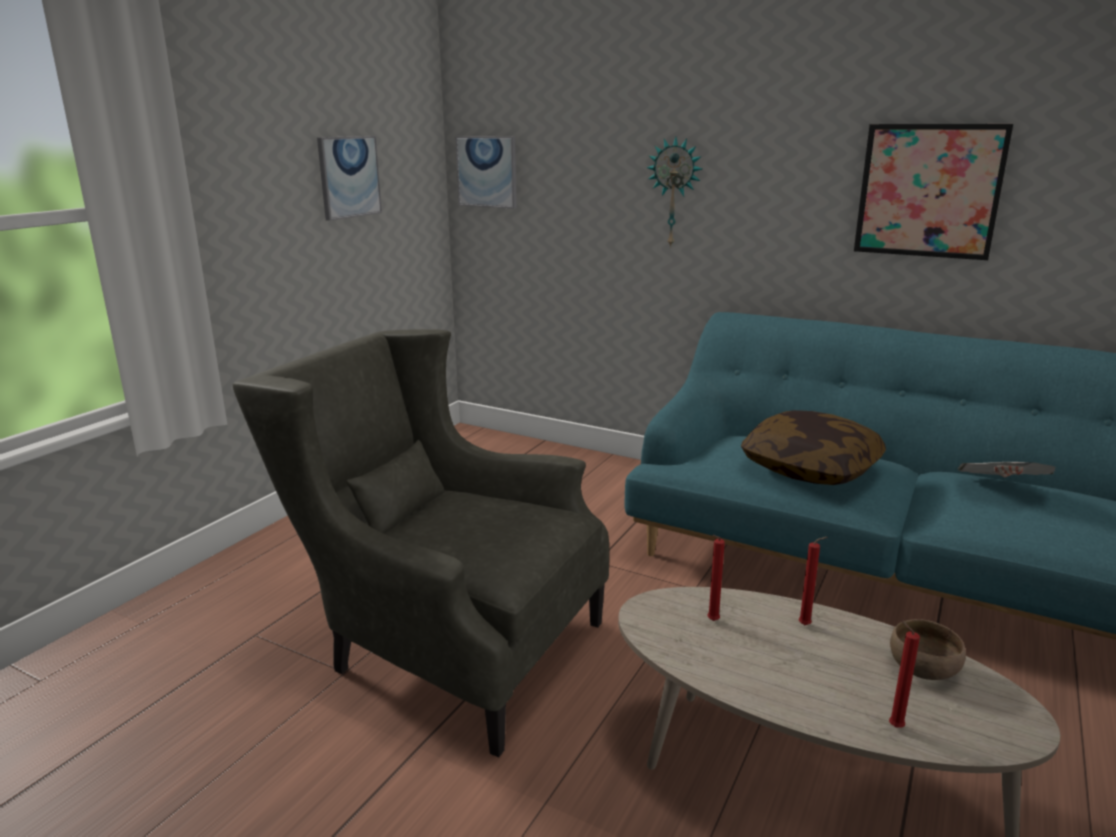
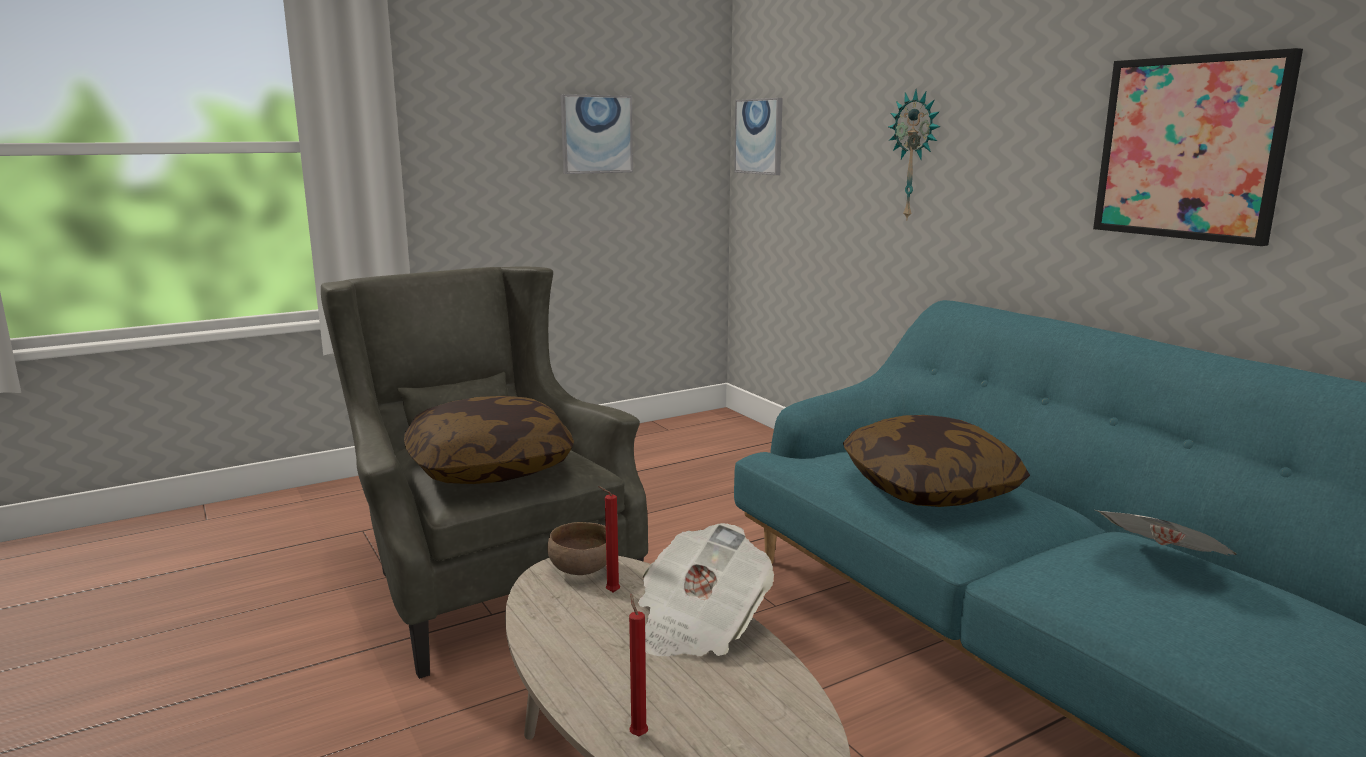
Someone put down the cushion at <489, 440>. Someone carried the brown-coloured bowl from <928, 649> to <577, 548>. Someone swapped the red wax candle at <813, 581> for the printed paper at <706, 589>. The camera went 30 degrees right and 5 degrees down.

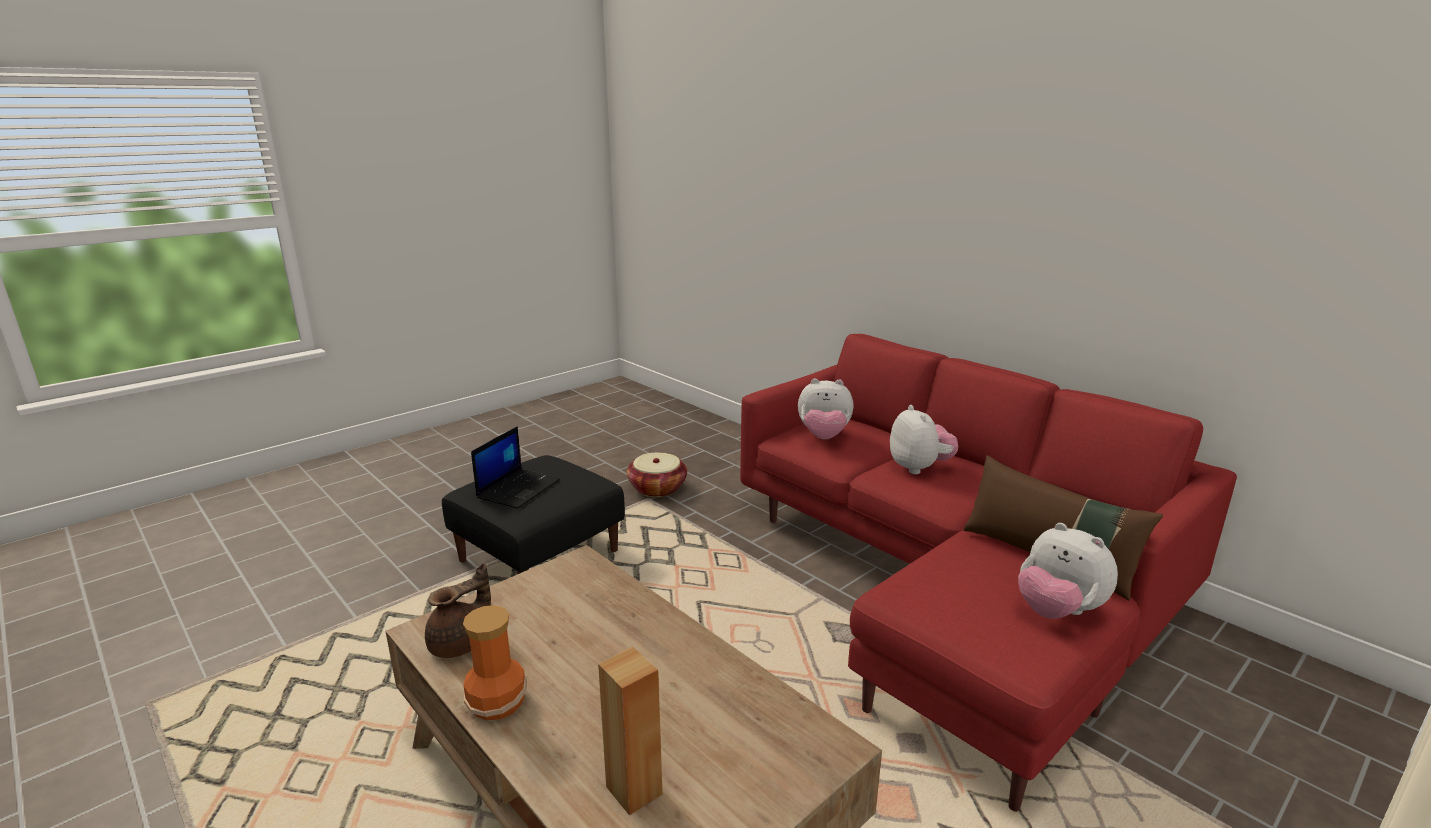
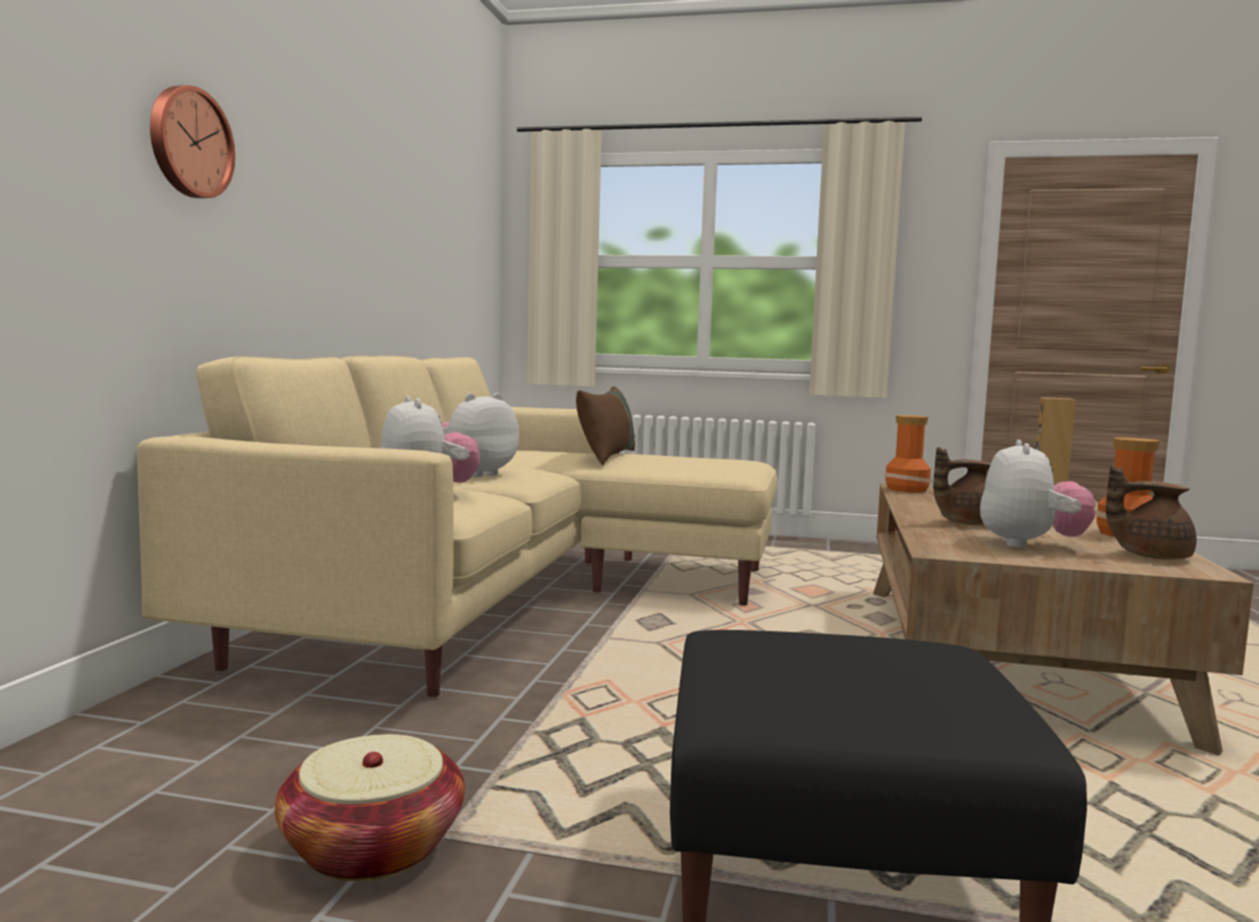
Someone repainted the red couch at <988, 573>, which became the sand-coloured couch at <457, 526>. Someone put up the clock on the wall at <192, 141>. Someone put down the flower vase at <908, 454>. Someone put down the brown-coloured tea pot at <962, 486>. Someone carried the soft toy from <1068, 571> to <1037, 494>. Someone took away the notebook computer at <515, 467>. The camera went 125 degrees left and 15 degrees down.

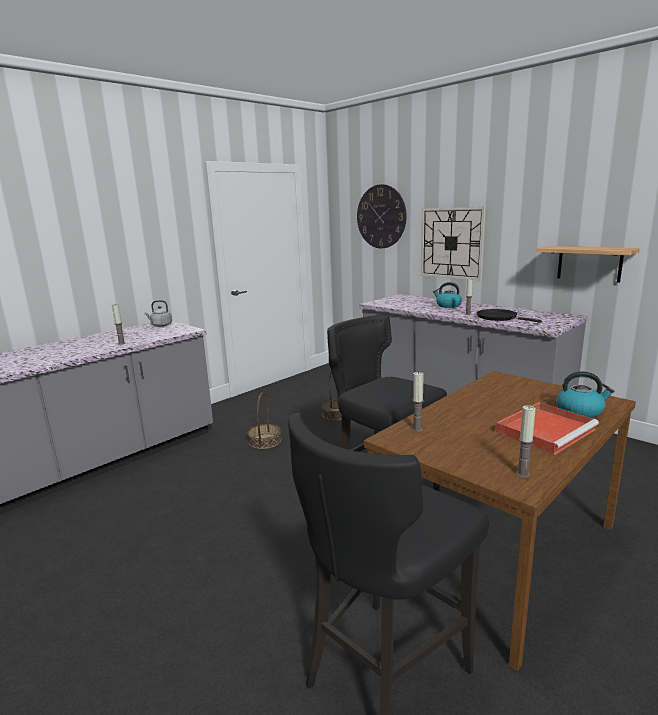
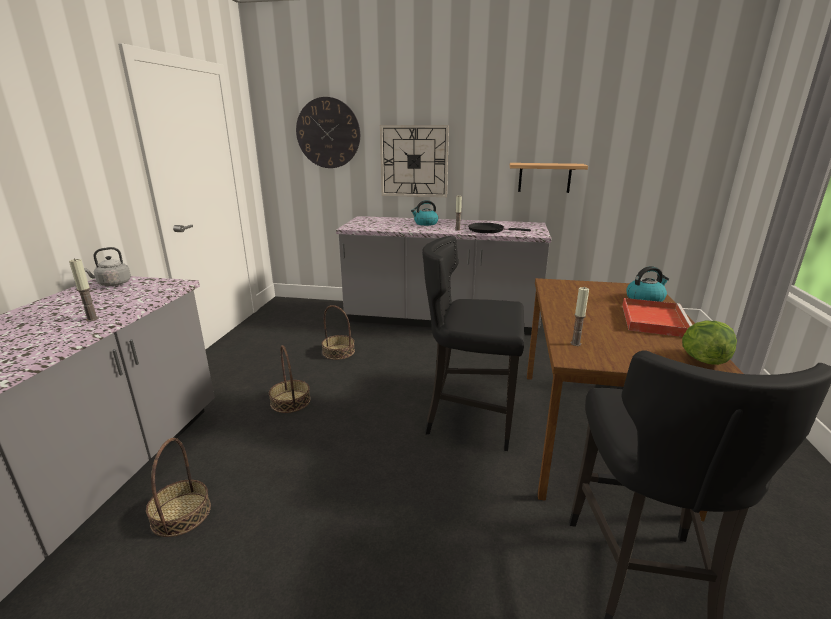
Someone put down the storage basket at <178, 487>. Someone swapped the wax candle at <526, 442> for the lettuce at <709, 343>. The camera went 35 degrees left and 5 degrees up.

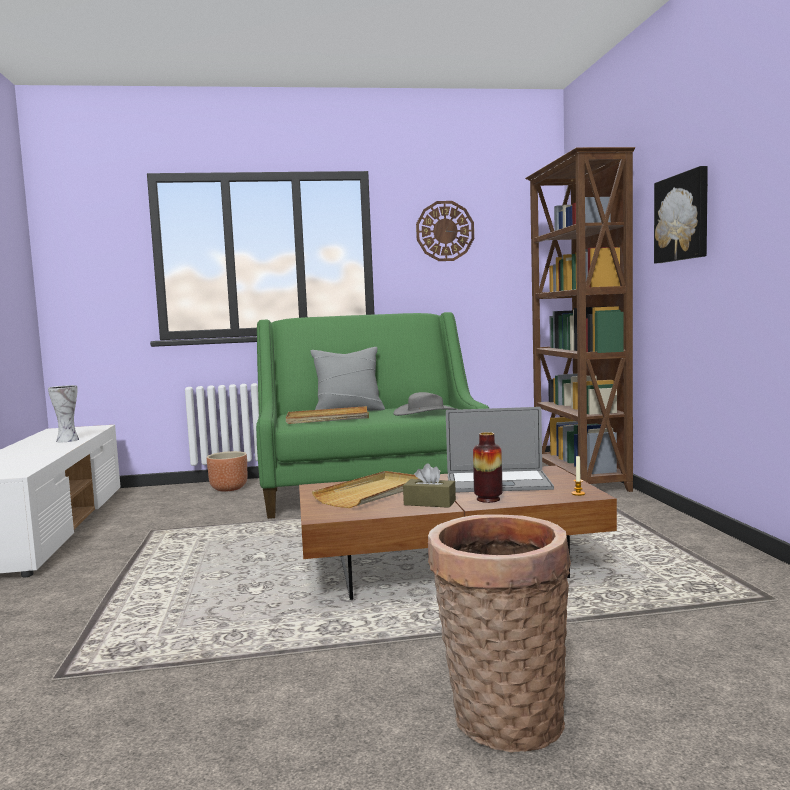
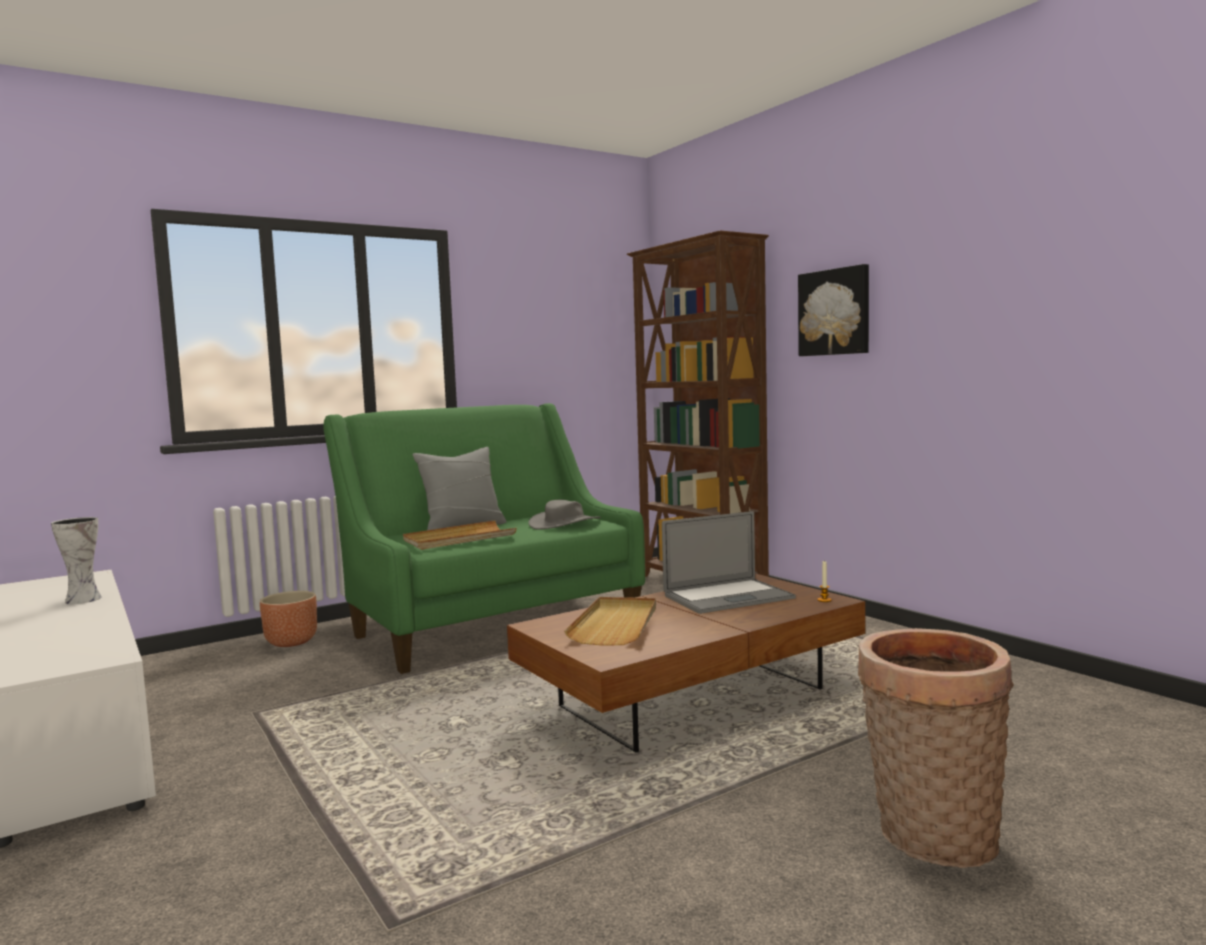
Someone took away the brown-coloured box of tissues at <429, 486>. Someone took away the clock on the wall at <445, 231>. Someone took away the flower vase at <487, 467>. The camera went 25 degrees left and 0 degrees up.

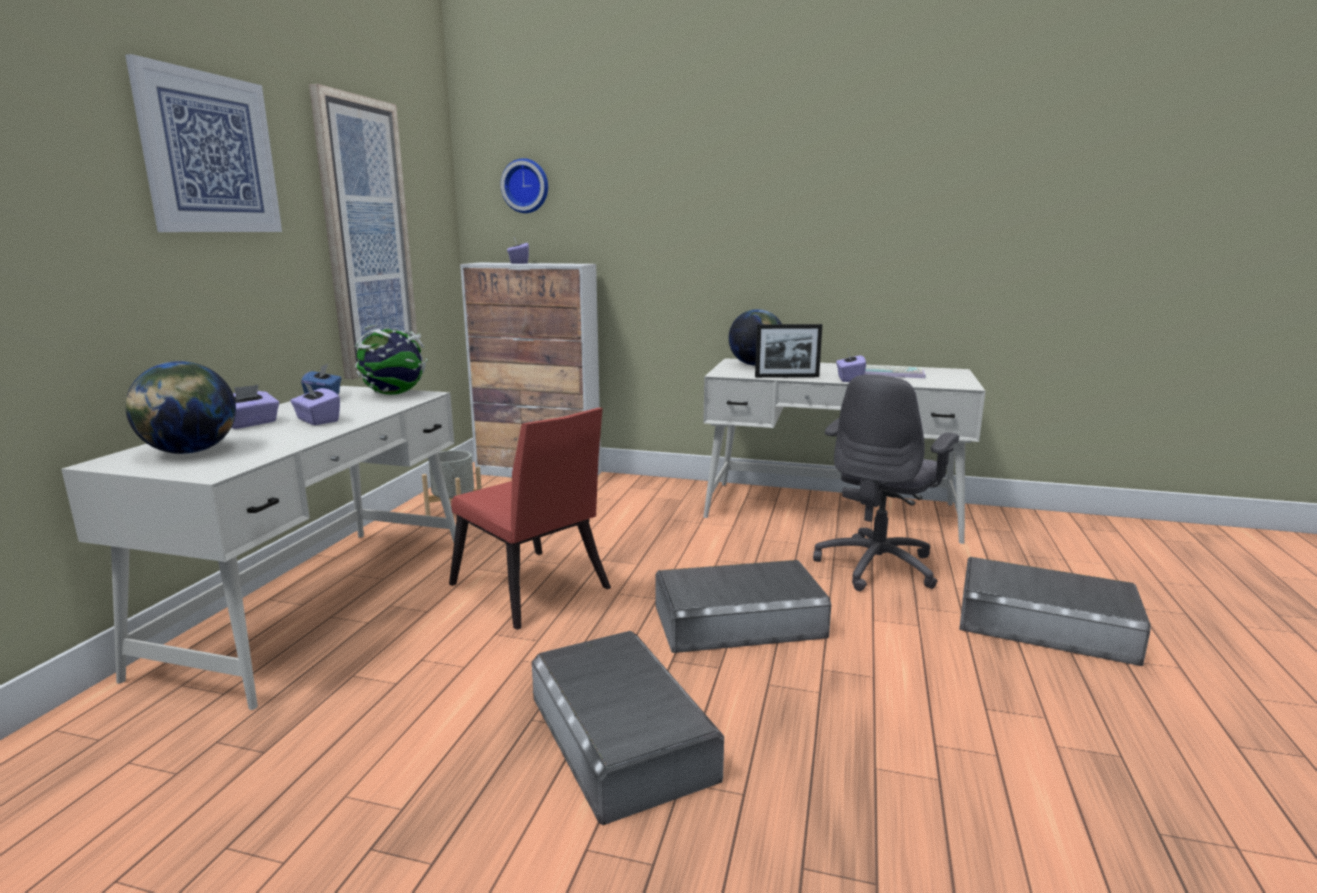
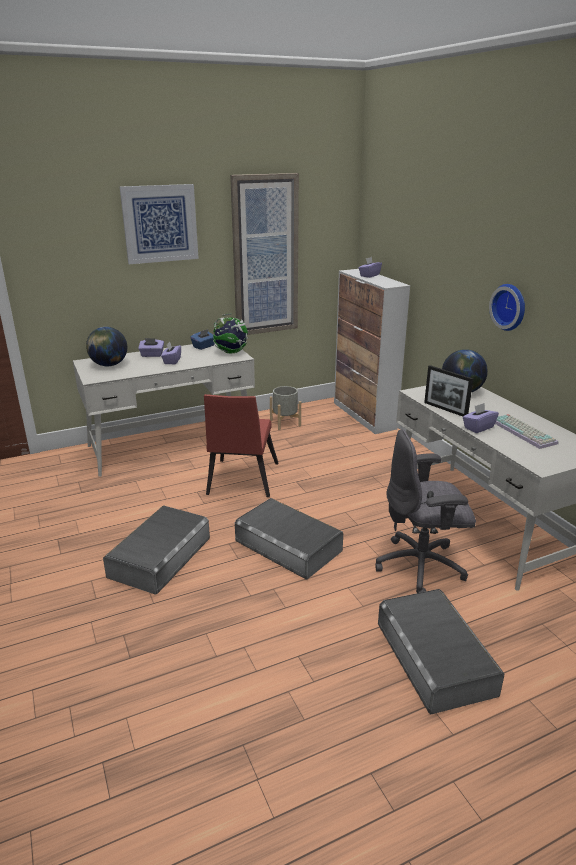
Someone carried the clock on the wall from <524, 185> to <507, 307>. The camera went 50 degrees right and 10 degrees up.

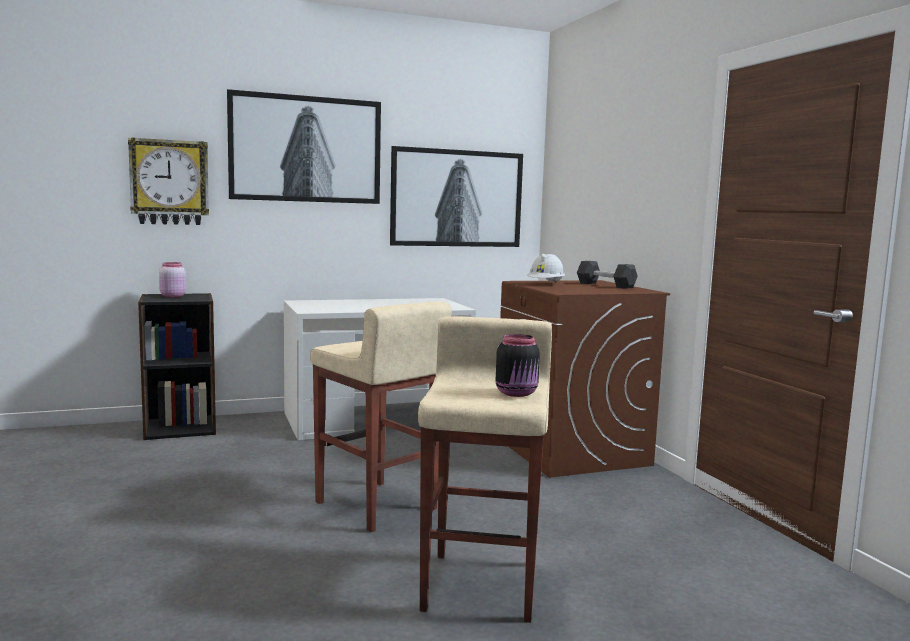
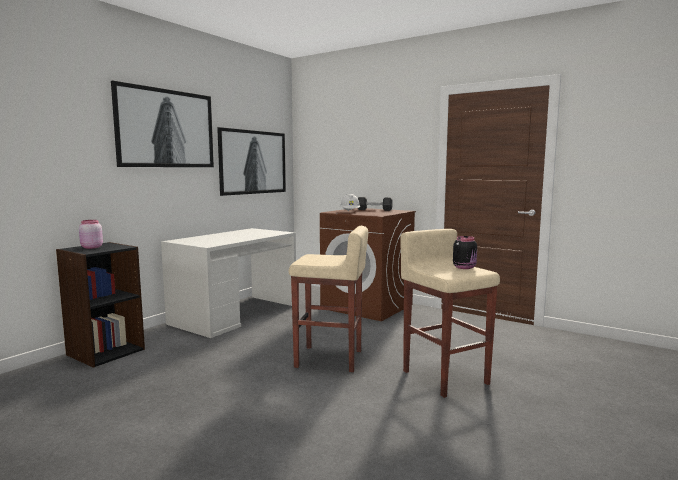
Someone took away the clock on the wall at <168, 181>. The camera went 35 degrees left and 0 degrees up.

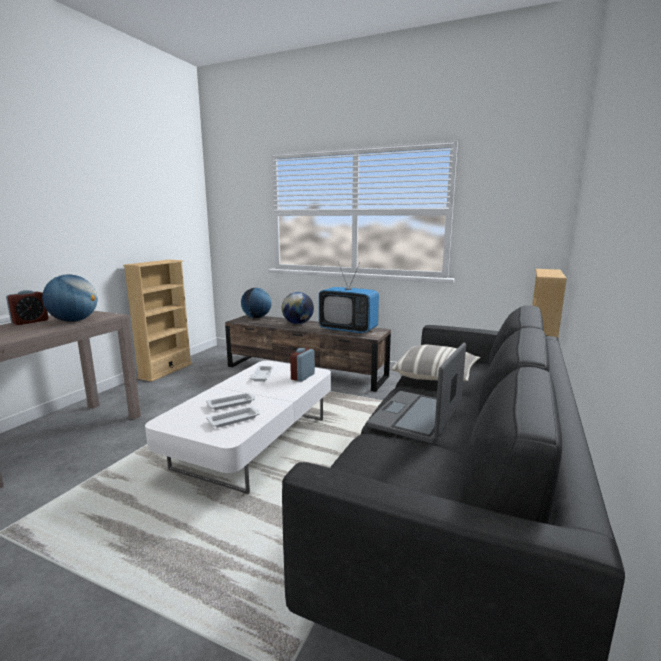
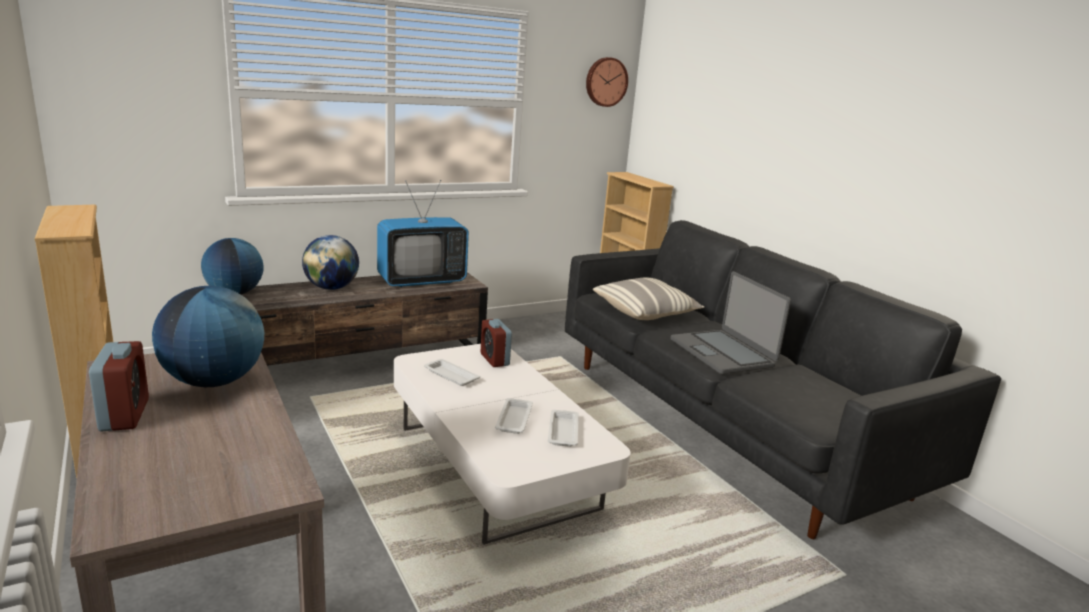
Someone put up the clock on the wall at <607, 82>. The camera went 55 degrees left and 5 degrees up.

